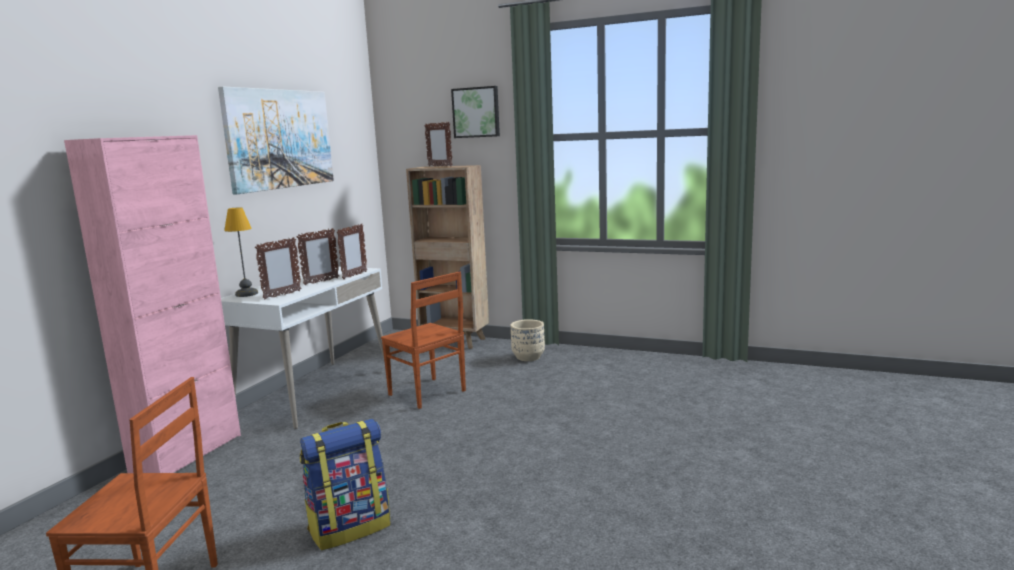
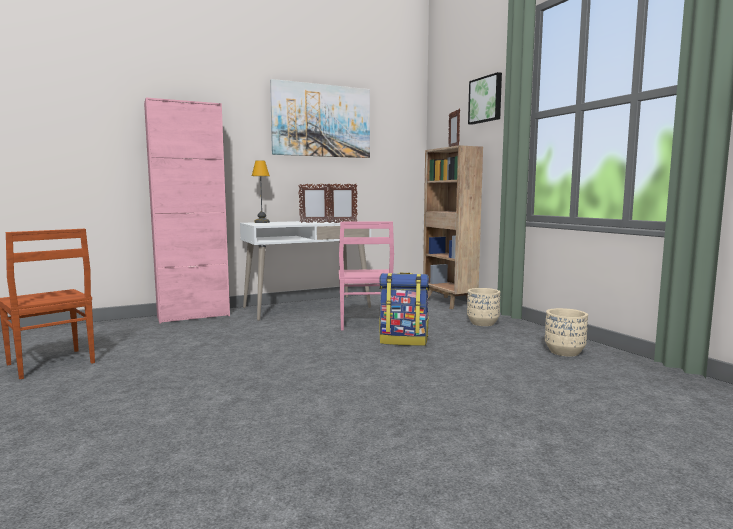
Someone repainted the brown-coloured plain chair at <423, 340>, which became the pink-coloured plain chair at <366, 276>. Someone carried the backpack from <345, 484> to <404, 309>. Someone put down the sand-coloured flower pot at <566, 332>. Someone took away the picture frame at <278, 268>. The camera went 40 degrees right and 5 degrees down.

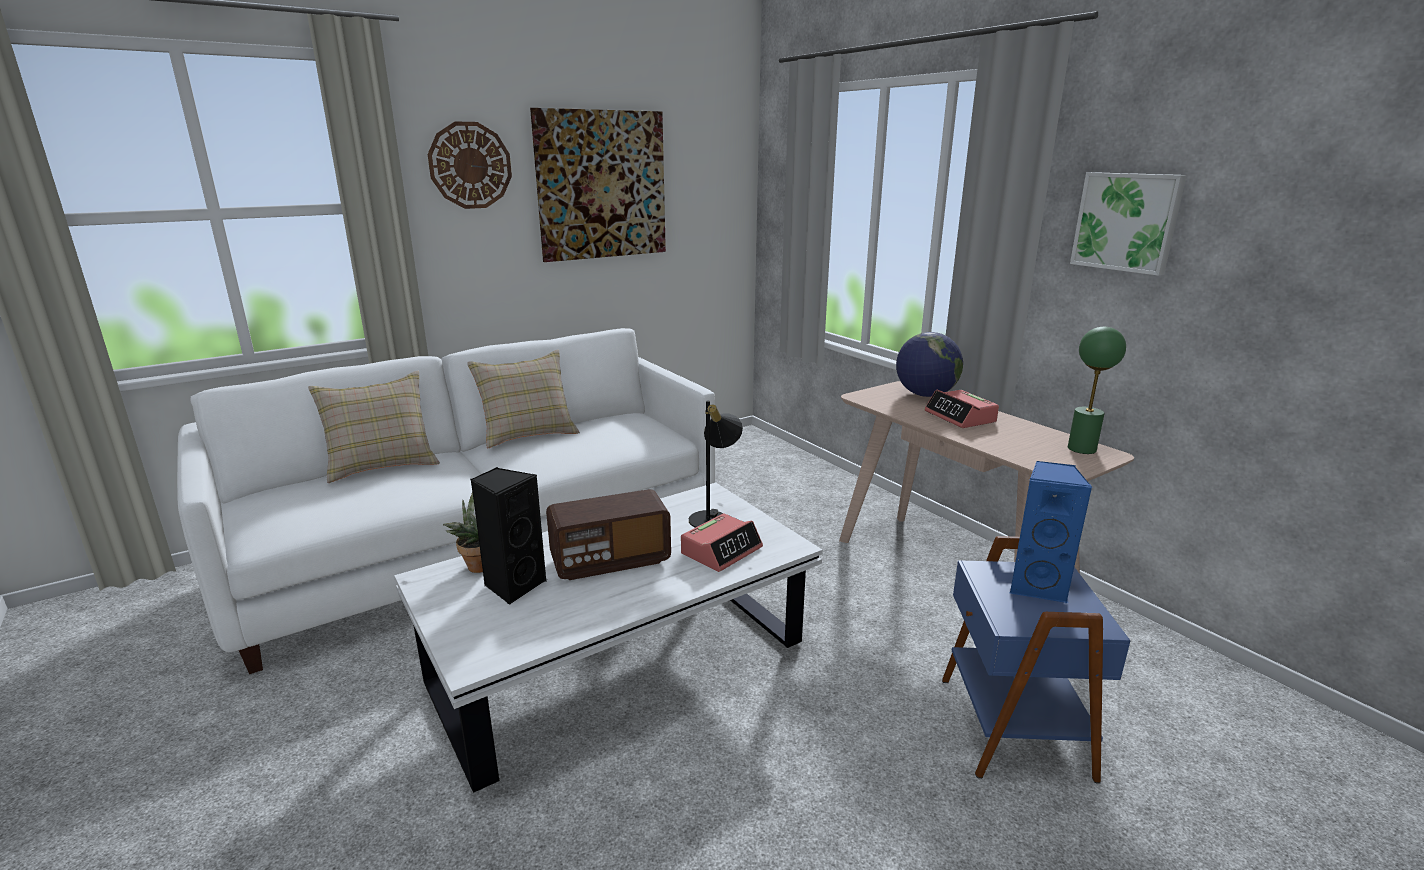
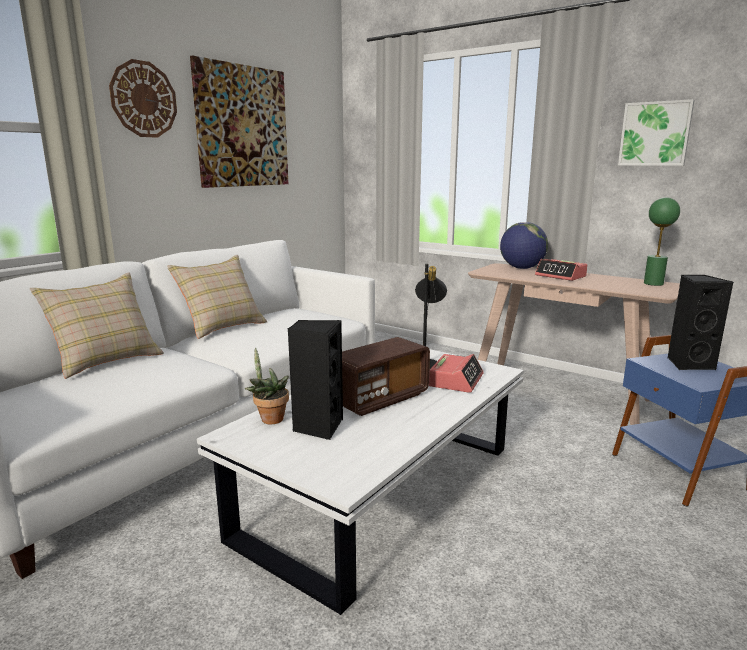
Someone repainted the bluish speaker at <1051, 532>, which became the black-coloured speaker at <700, 322>. The camera went 20 degrees left and 5 degrees down.

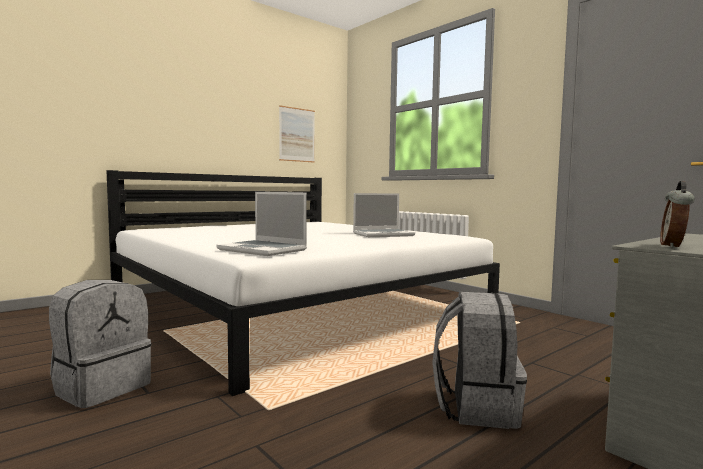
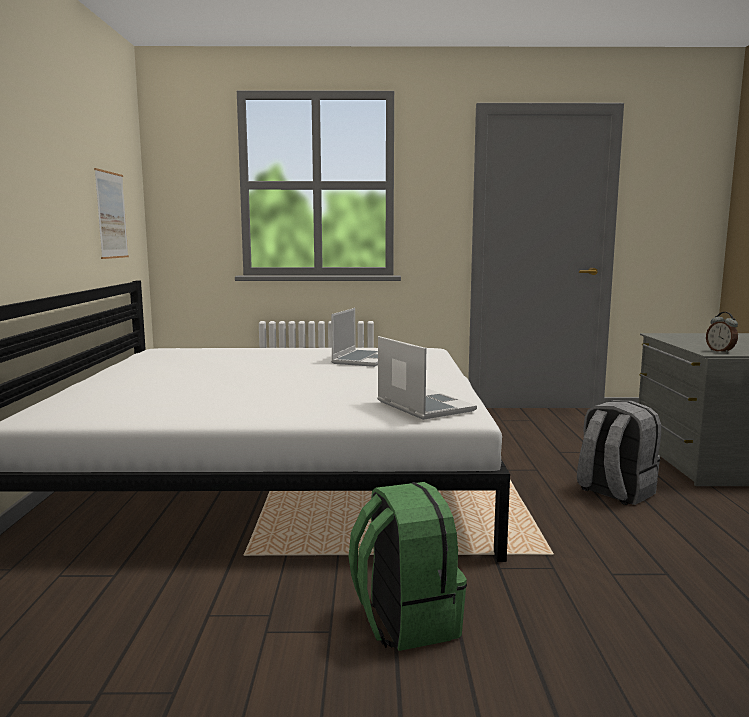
Someone repainted the greyish backpack at <100, 344>, which became the green-coloured backpack at <408, 566>. Someone rotated the notebook computer at <262, 224> by 105 degrees counterclockwise. The camera went 50 degrees left and 5 degrees up.

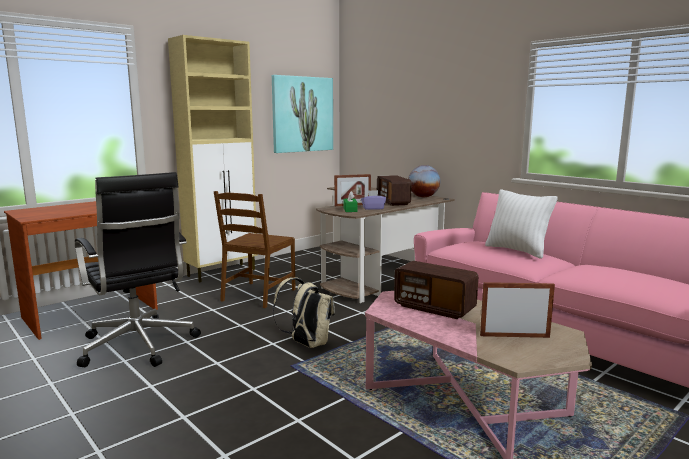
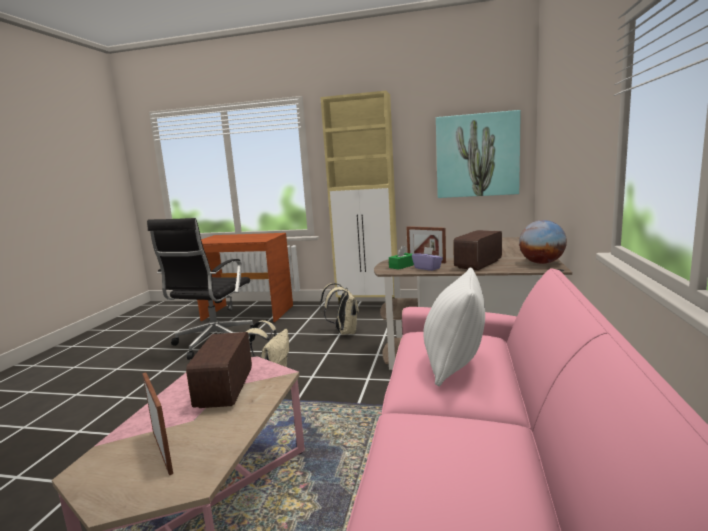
Someone swapped the brown-coloured plain chair at <254, 249> for the sand-coloured backpack at <339, 309>. The camera went 55 degrees right and 0 degrees up.

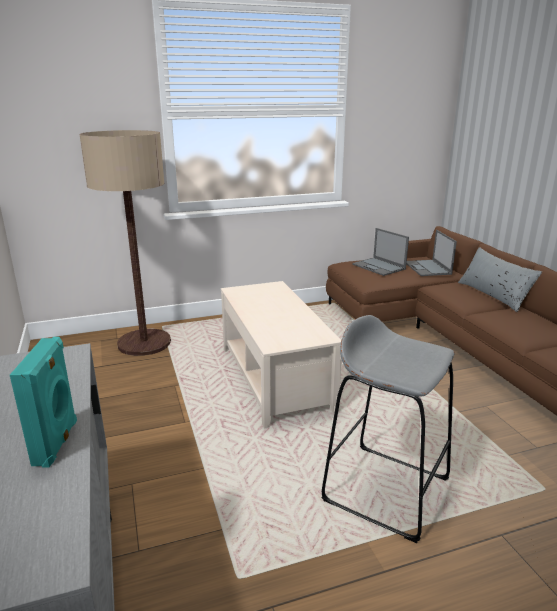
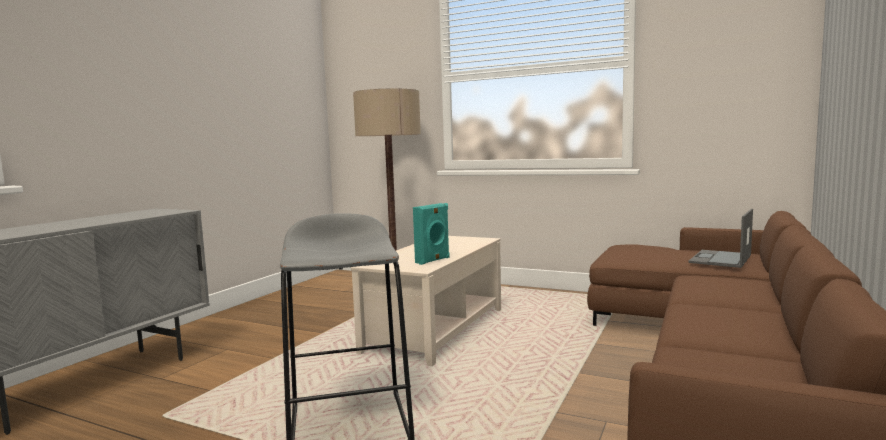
Someone carried the turquoise speaker from <43, 402> to <431, 234>. Someone took away the notebook computer at <380, 252>. Someone took away the greyish cushion at <500, 279>. The camera went 45 degrees right and 15 degrees down.

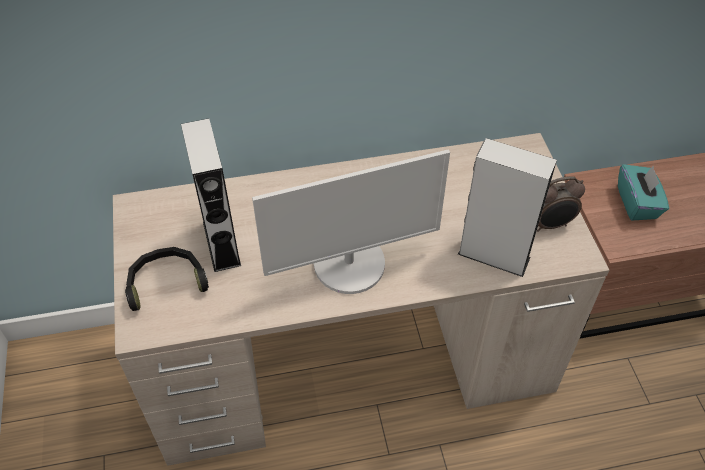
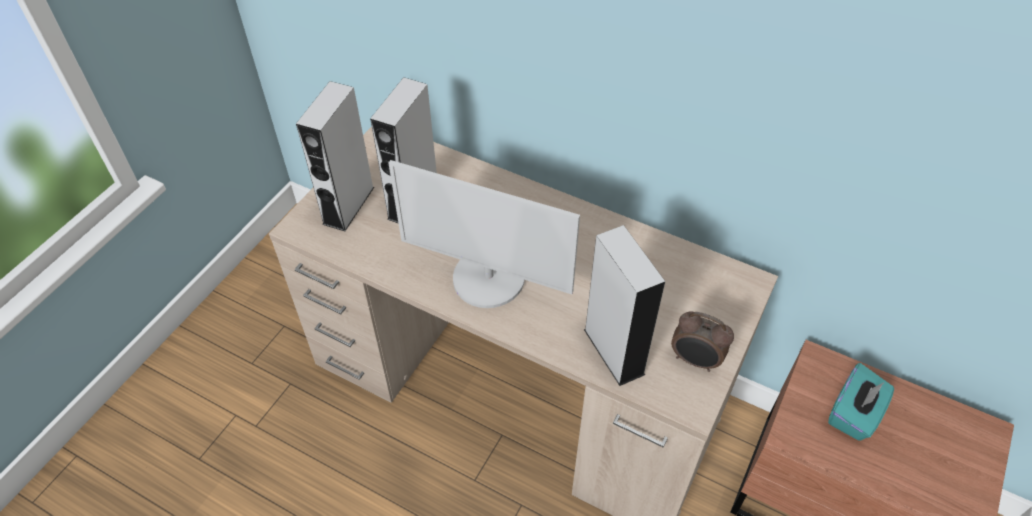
Someone swapped the black-coloured pair of headphones at <167, 279> for the greyish speaker at <335, 156>. The camera went 40 degrees right and 0 degrees up.

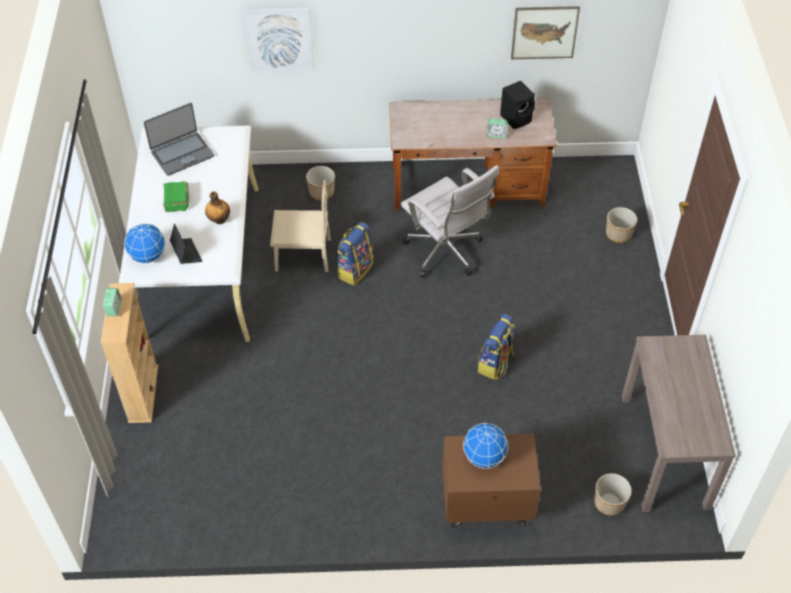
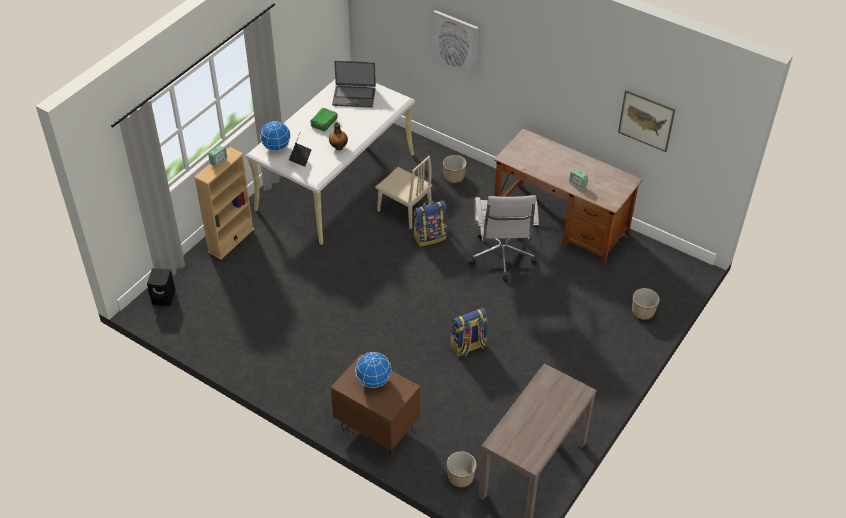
Someone carried the black-coloured speaker from <517, 105> to <161, 287>. The camera went 35 degrees right and 5 degrees down.

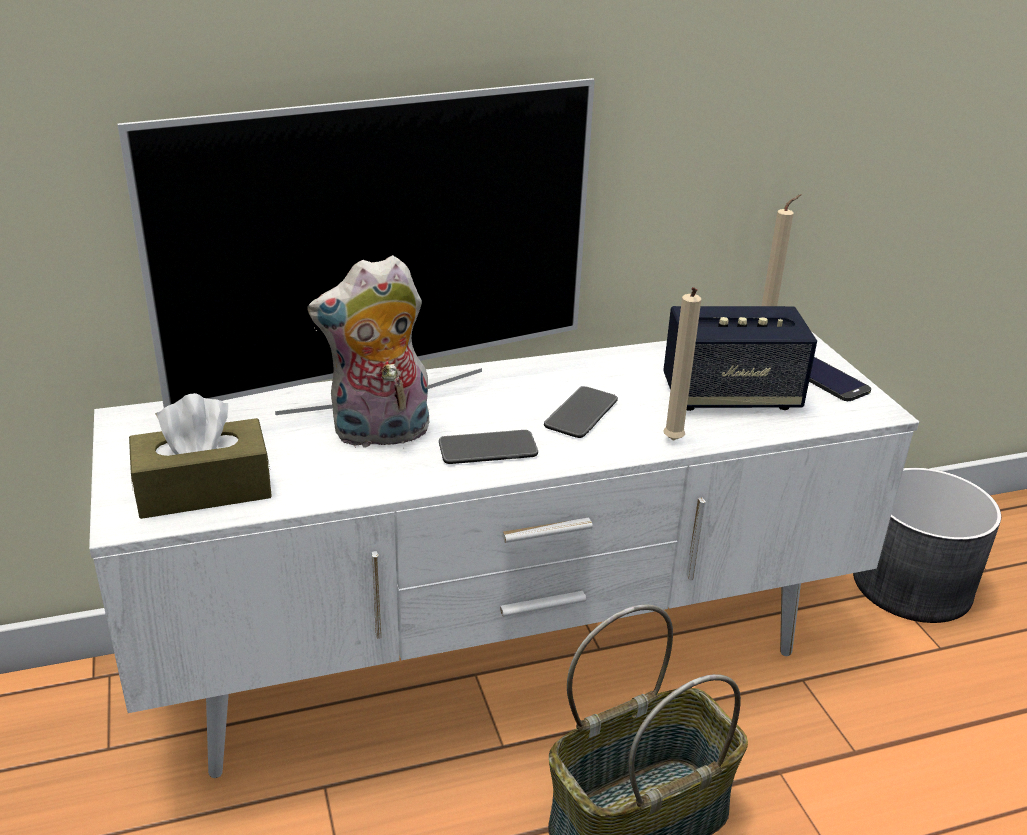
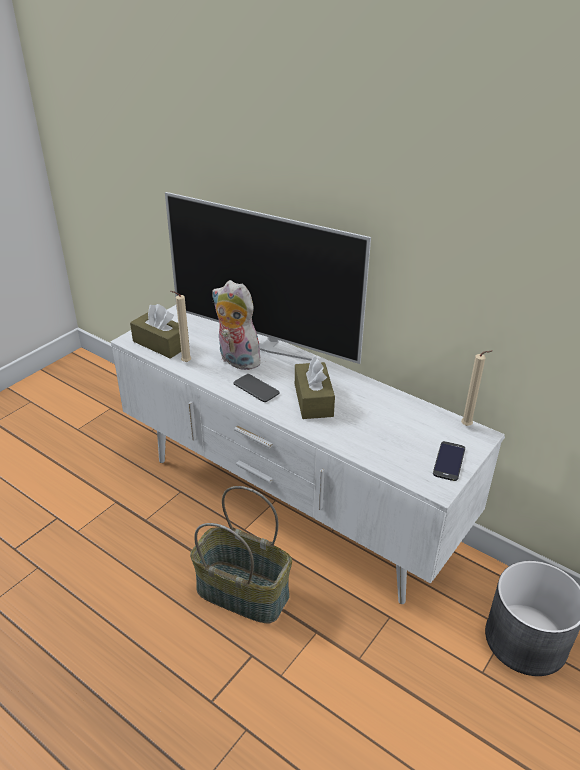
Someone carried the sand-coloured wax candle from <682, 364> to <181, 326>. Someone swapped the phone at <581, 412> for the brown-coloured box of tissues at <315, 387>. Someone took away the speaker at <740, 358>. The camera went 55 degrees right and 5 degrees up.

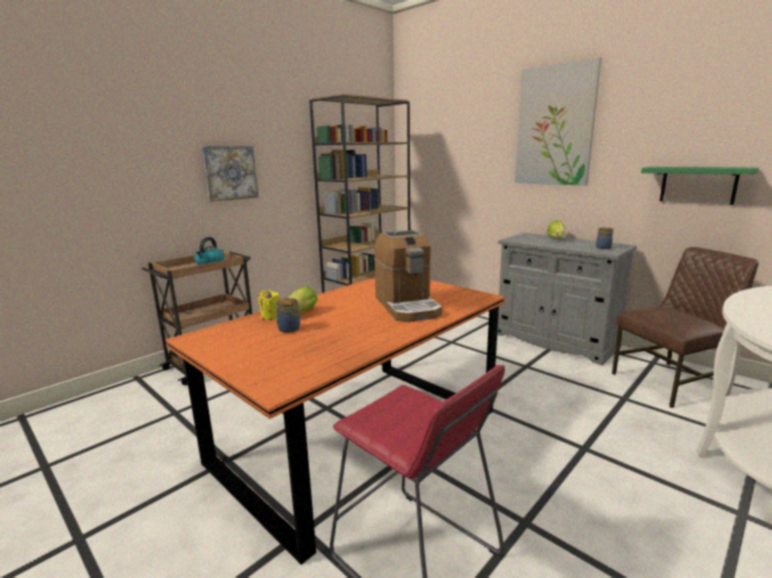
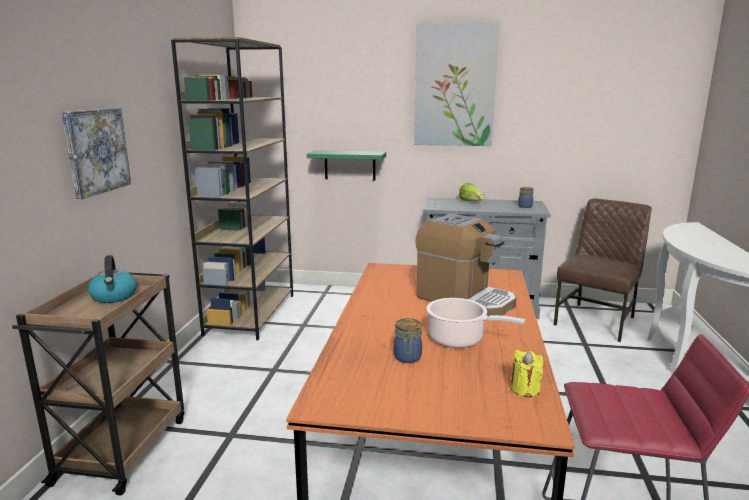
Someone carried the green-coloured bracket shelf from <700, 186> to <346, 165>. Someone put down the cooking pot at <475, 323>. Someone carried the yellow wax candle from <269, 305> to <526, 373>. Someone took away the lettuce at <303, 299>. The camera went 35 degrees left and 0 degrees up.

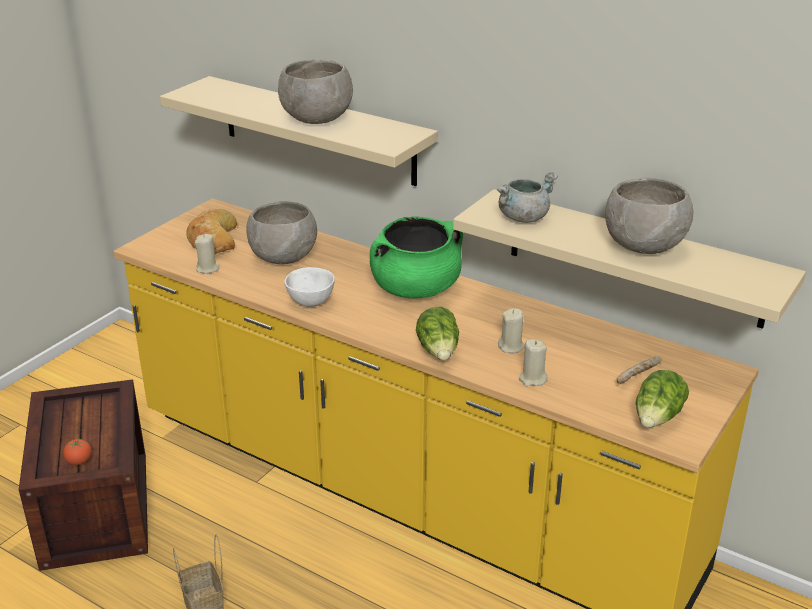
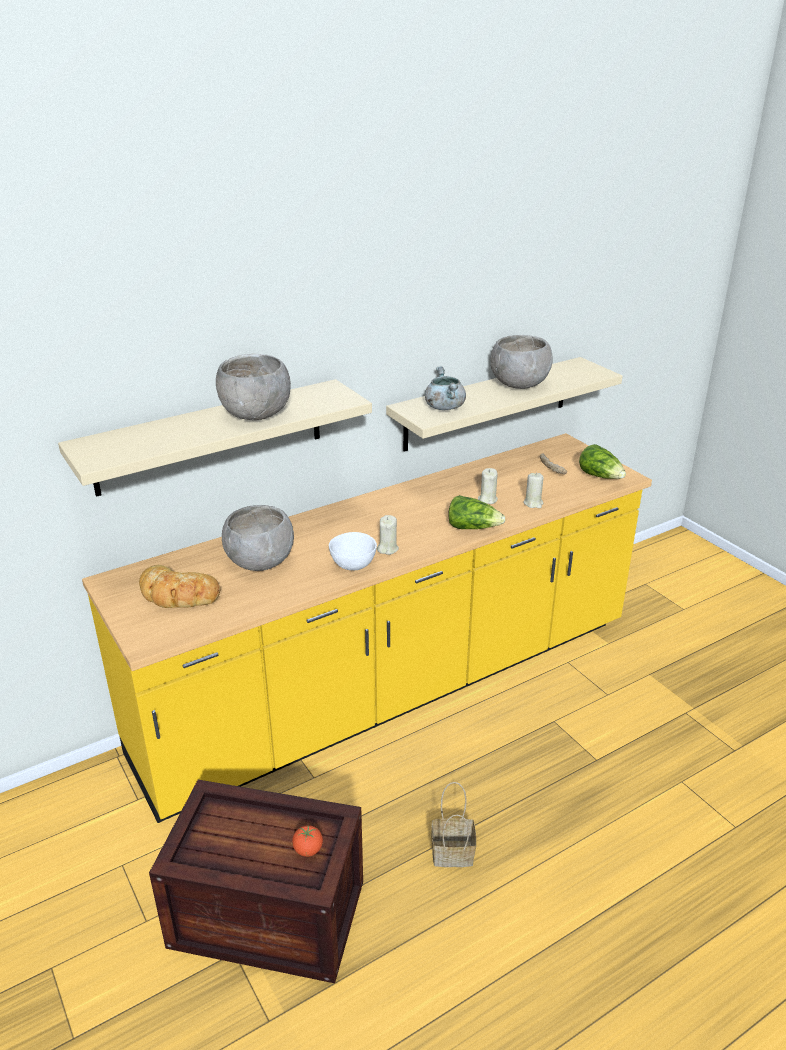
Someone carried the sand-coloured wax candle from <207, 254> to <388, 535>. Someone took away the green-coloured cooking pot at <416, 257>. The camera went 65 degrees left and 0 degrees up.

